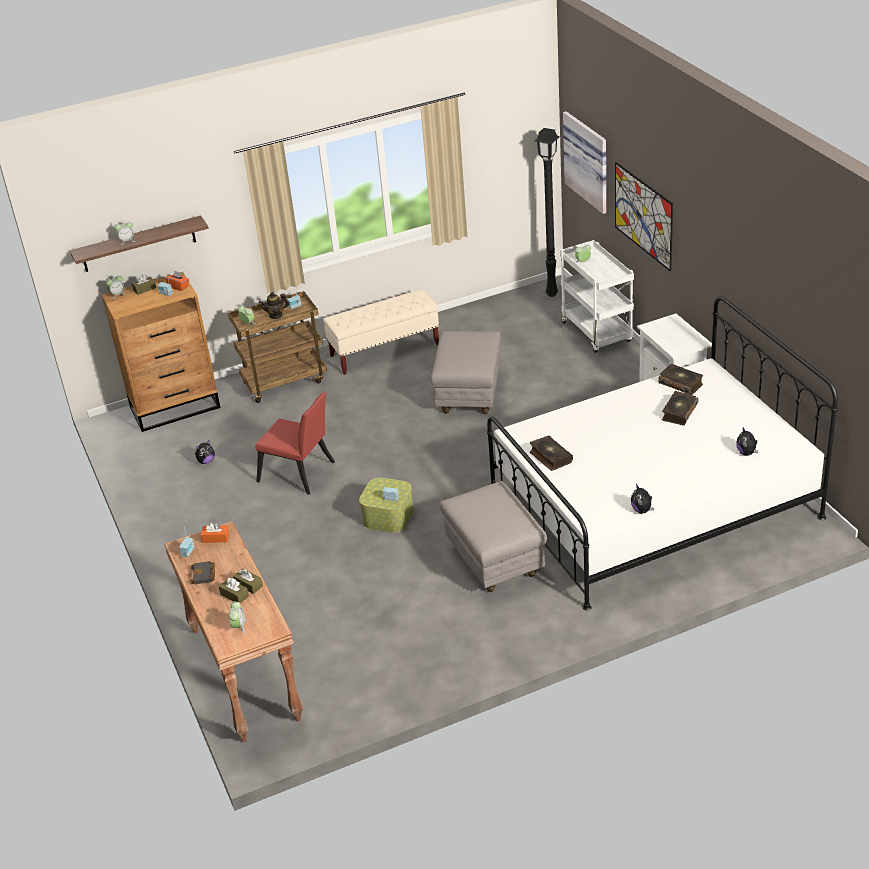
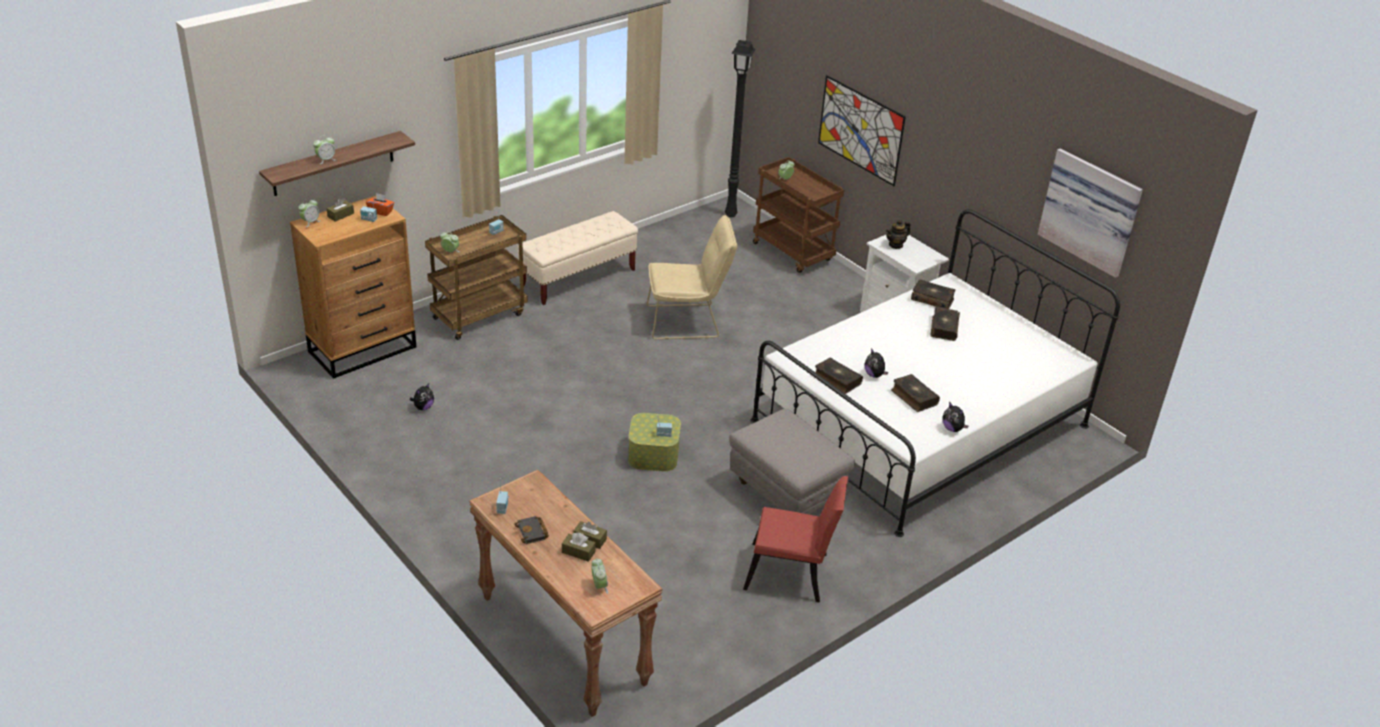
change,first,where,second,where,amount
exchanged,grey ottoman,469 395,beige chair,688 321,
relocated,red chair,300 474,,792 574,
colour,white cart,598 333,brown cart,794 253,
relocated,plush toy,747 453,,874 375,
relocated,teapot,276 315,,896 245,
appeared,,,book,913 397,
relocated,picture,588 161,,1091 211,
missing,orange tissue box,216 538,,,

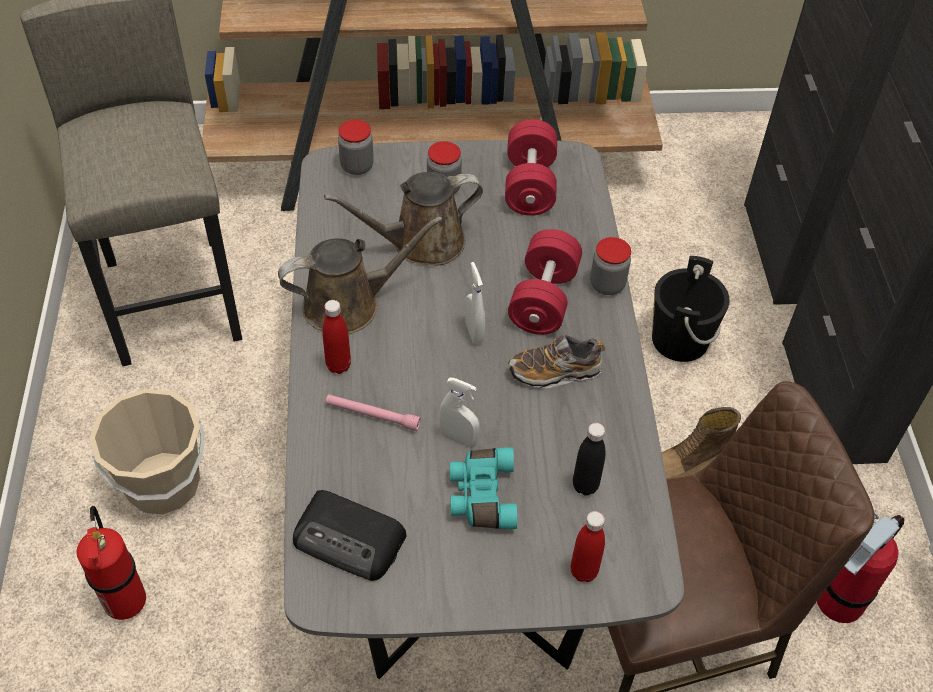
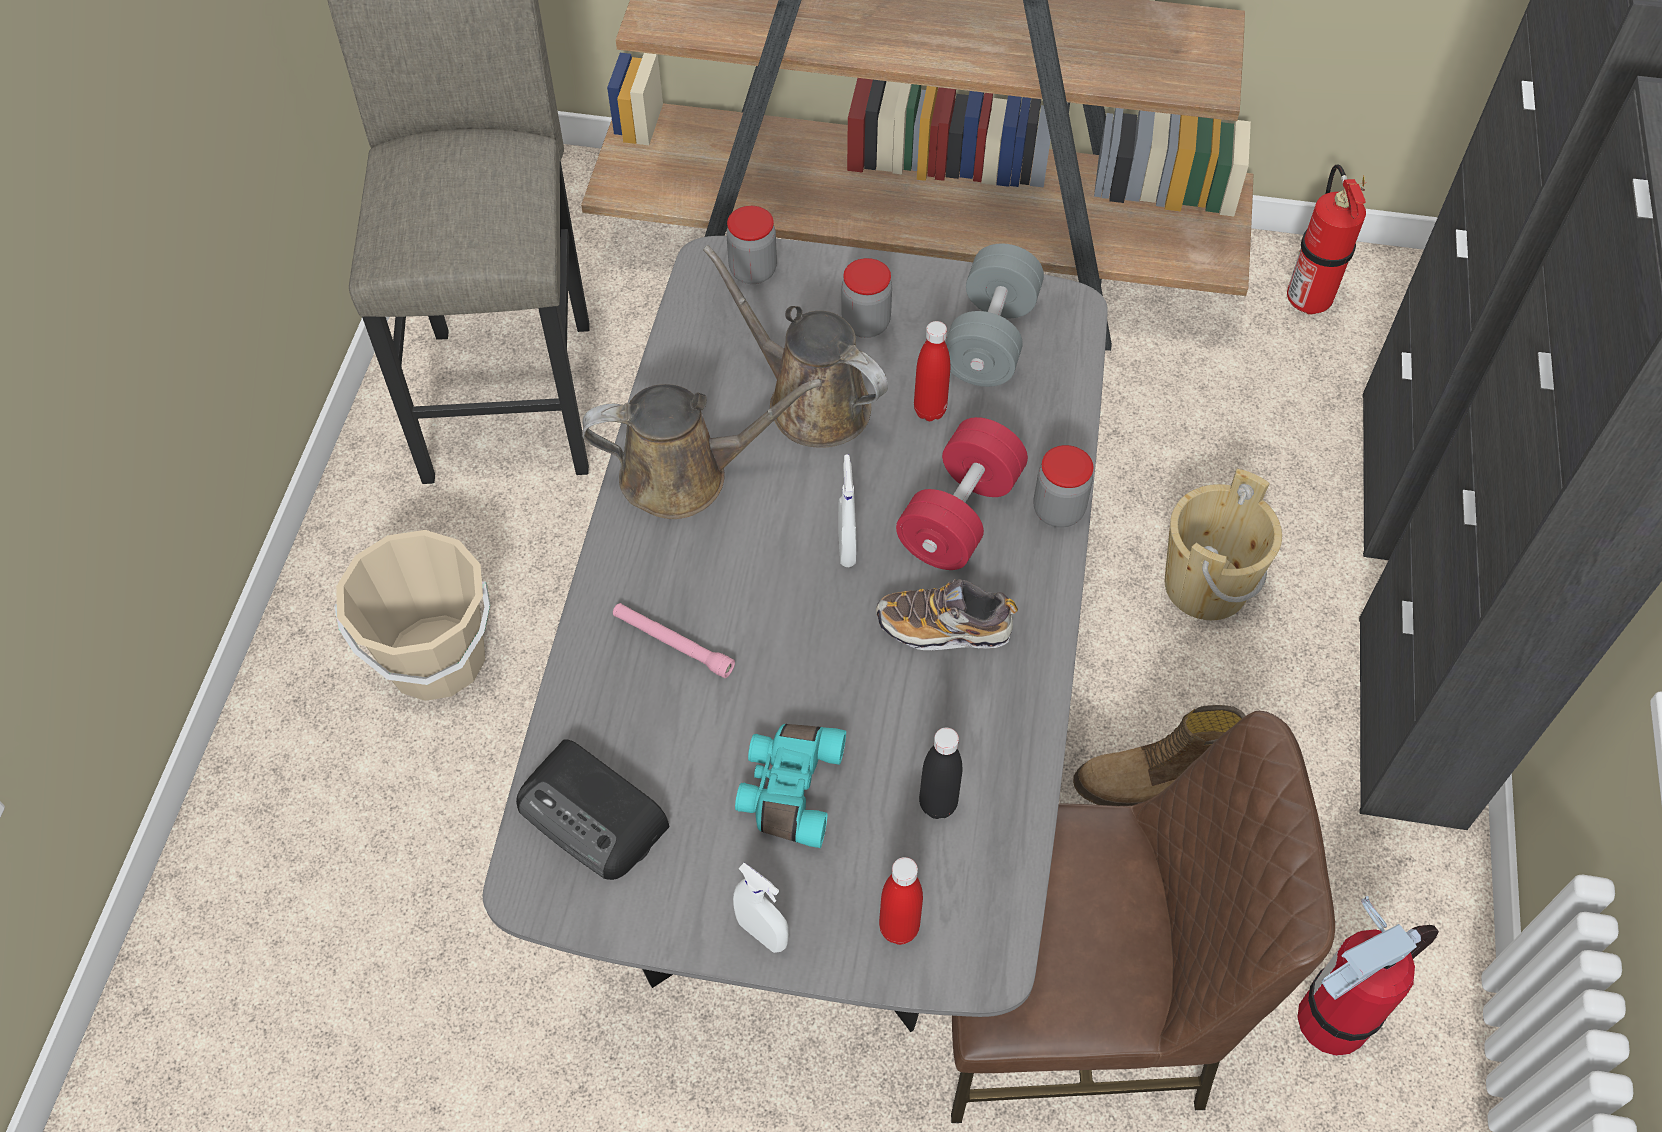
change,first,where,second,where,amount
spun,brown watering can,421 243,,810 401,45 degrees clockwise
relocated,white spray bottle,458 438,,762 933,
relocated,red bottle,338 365,,930 410,
colour,red dumbbell,530 185,grey dumbbell,990 339,
colour,black bucket,680 339,beige bucket,1206 585,
relocated,fire extinguisher,126 599,,1306 298,

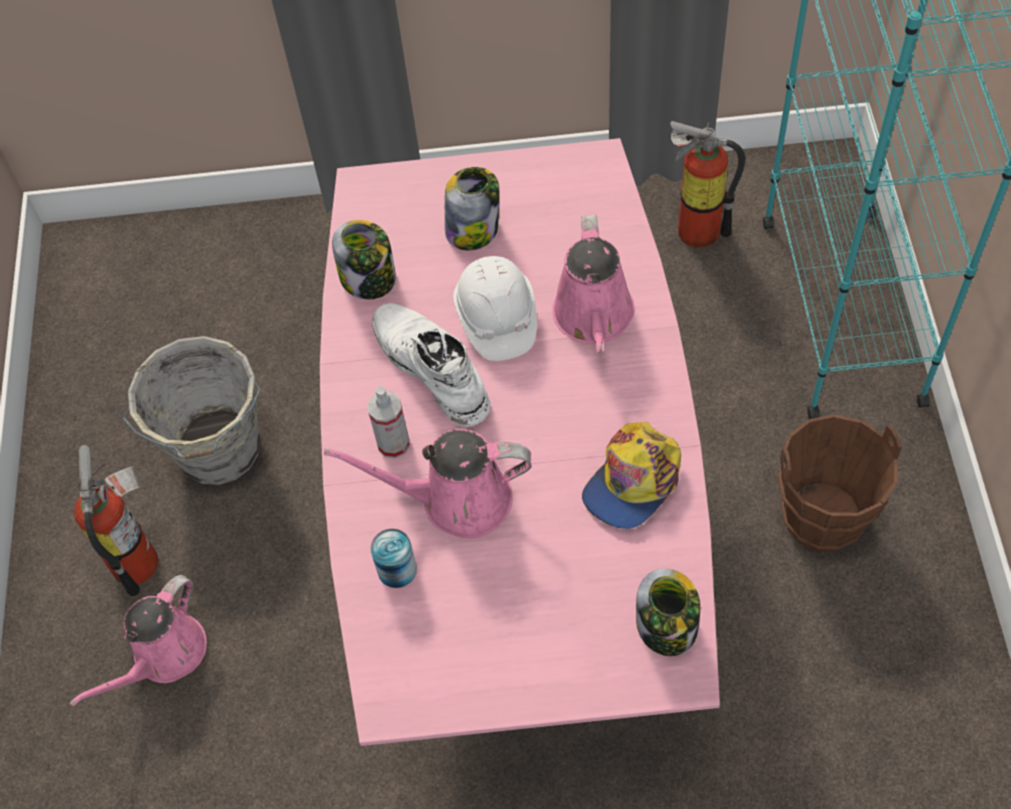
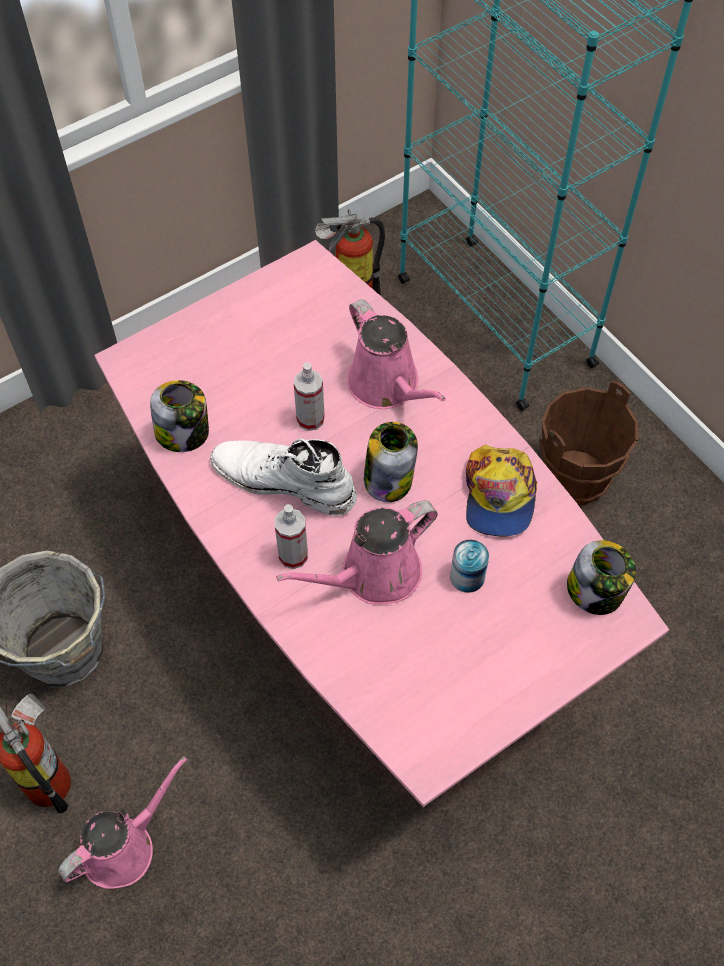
change,first,where,second,where,amount
spun,pink watering can,164 655,,124 846,135 degrees counterclockwise
exchanged,white hard hat,496 318,spray bottle,310 419,
relocated,jar,473 229,,388 479,
relocated,can,397 569,,467 576,

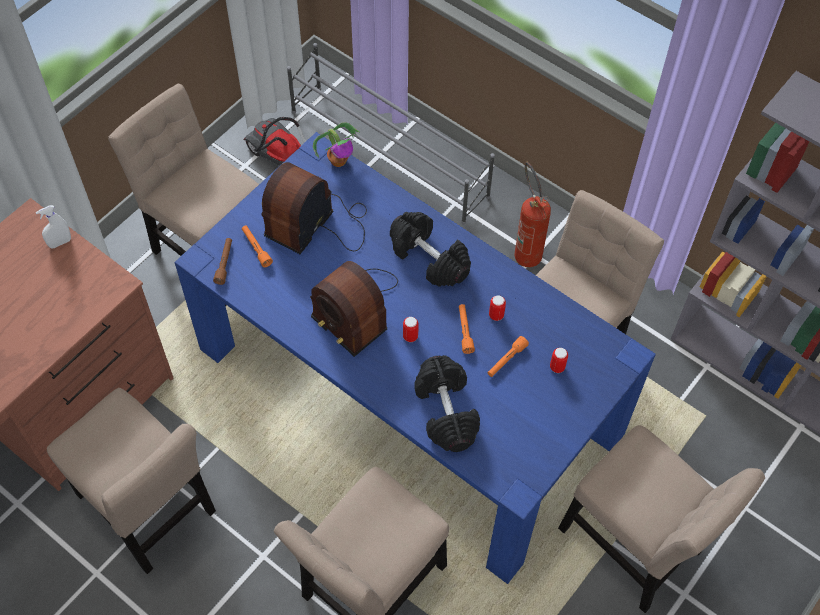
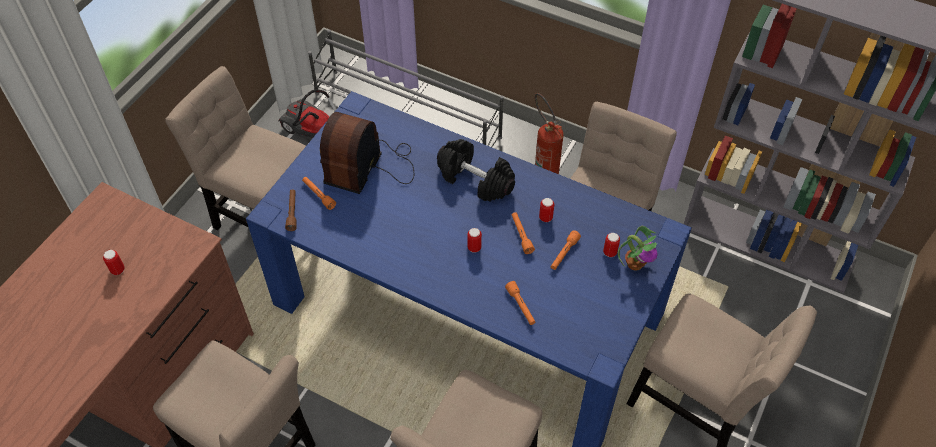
change,first,where,second,where,amount
appeared,,,can,117 270,
exchanged,black dumbbell,445 411,orange flashlight,521 306,
relocated,potted plant,338 160,,635 263,
missing,white spray bottle,60 243,,,
missing,radio,353 307,,,

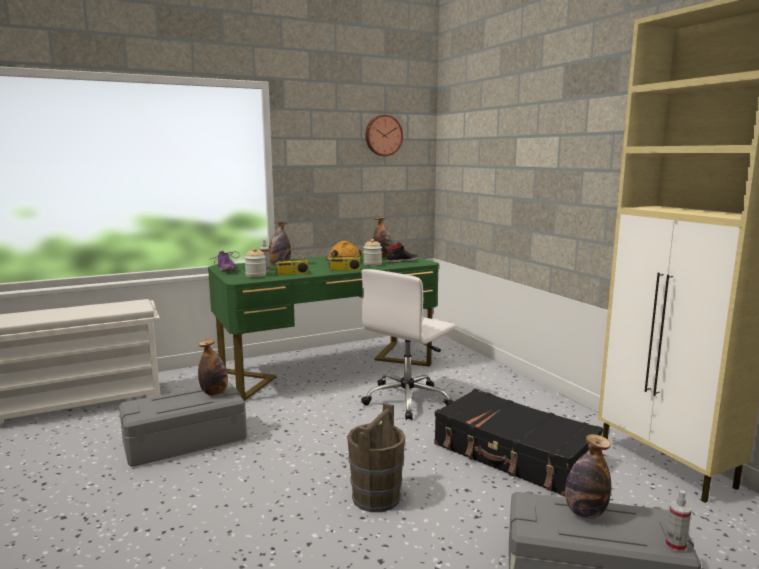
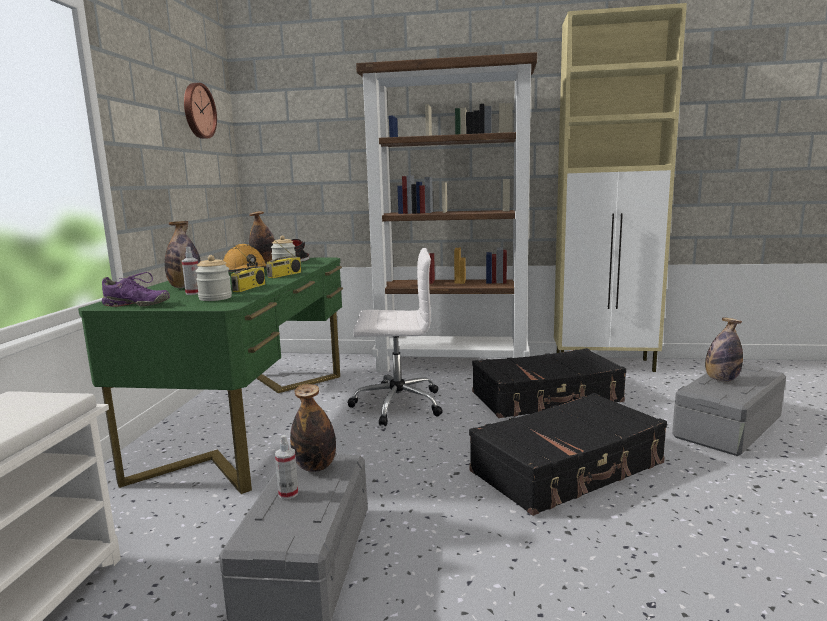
change,first,where,second,where,amount
relocated,spray bottle,675 545,,288 494,
spun,white office chair,408 400,,396 404,75 degrees counterclockwise
appeared,,,brown bookcase,453 365,
exchanged,brown bucket,376 497,black suitcase,568 468,

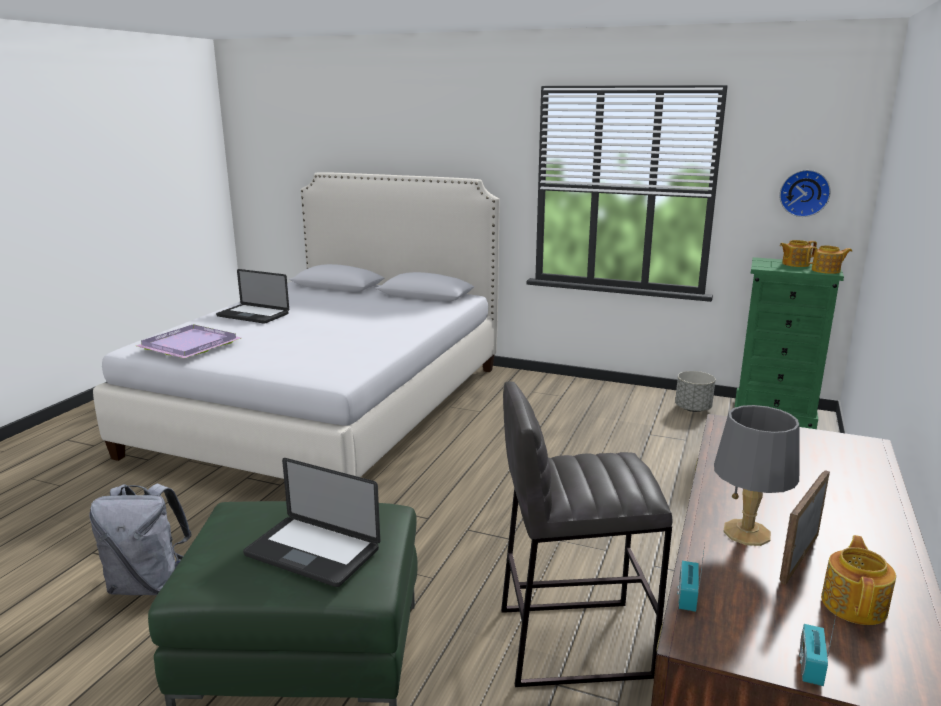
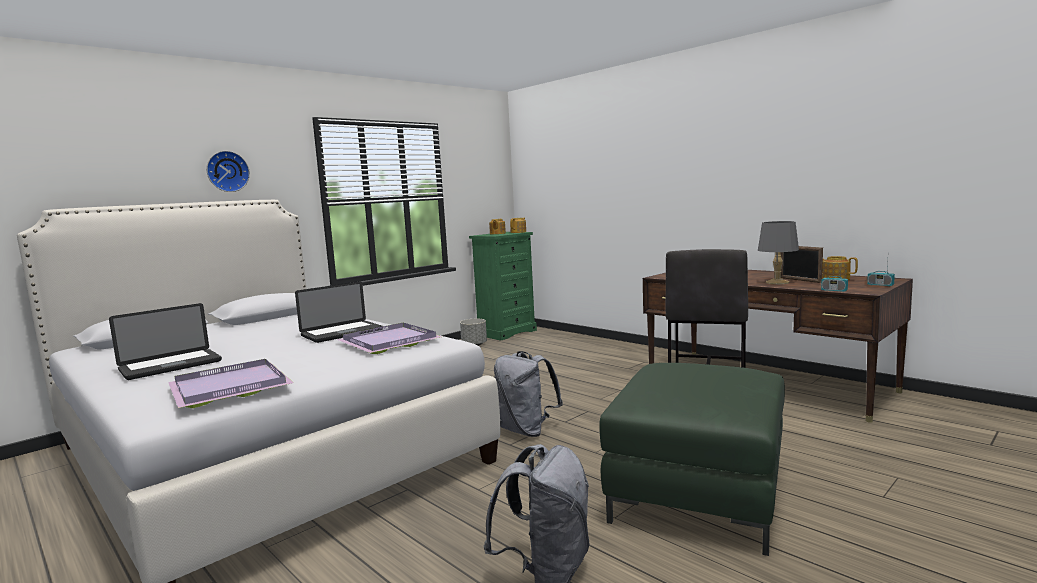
change,first,where,second,where,amount
relocated,wall clock,804 193,,227 171,
relocated,laptop,312 552,,342 333,
appeared,,,purple tray,389 342,
appeared,,,grey backpack,526 430,

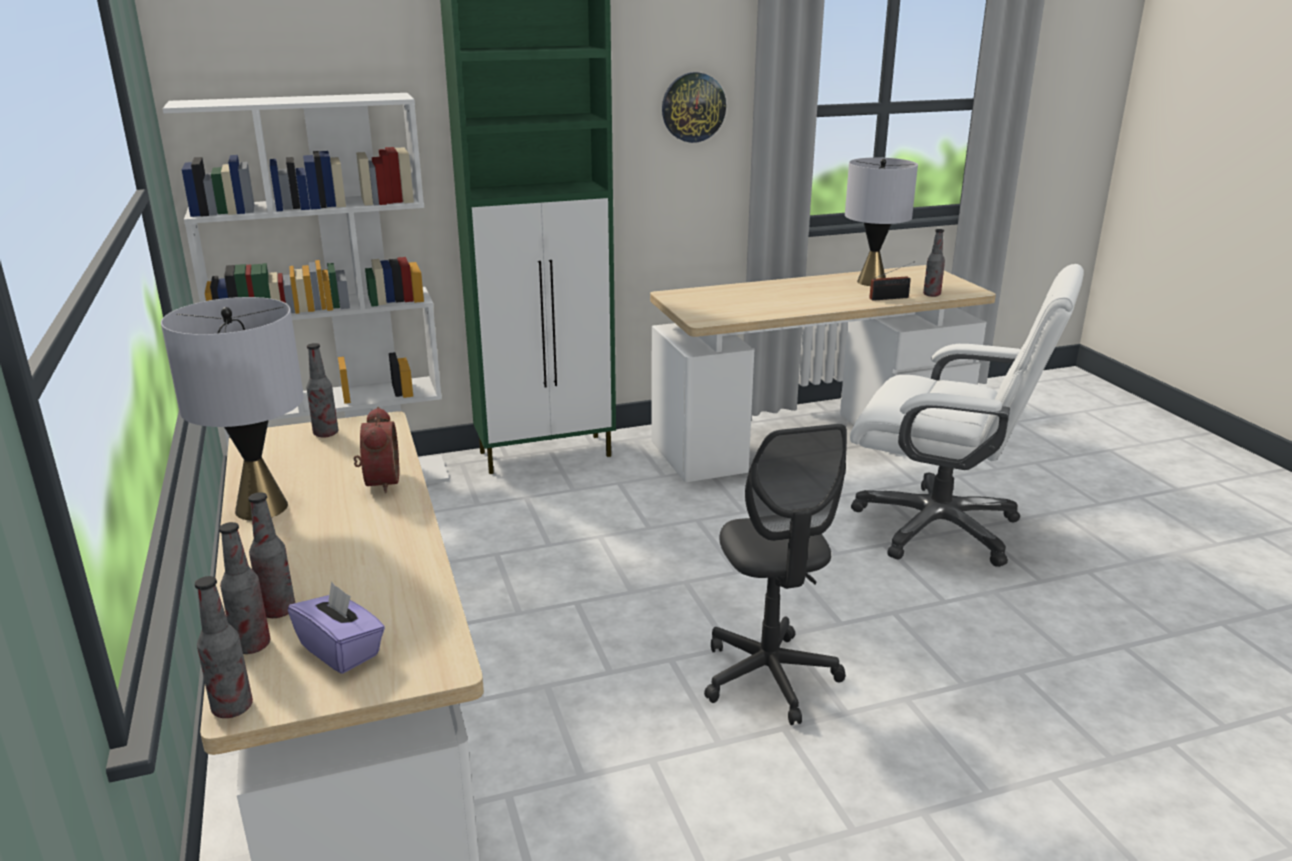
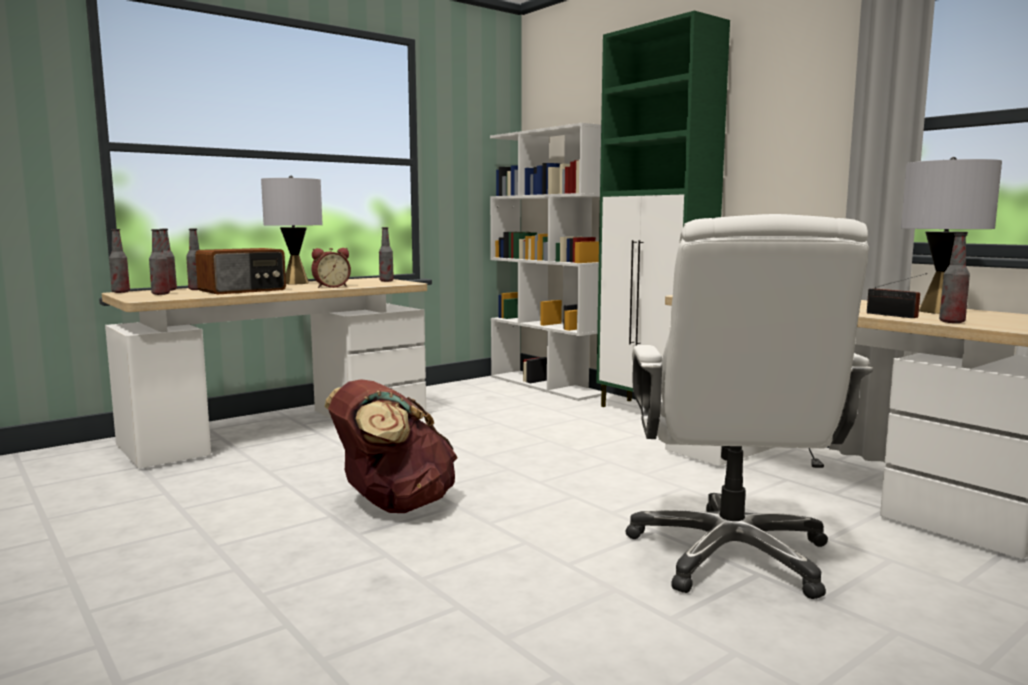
change,first,where,second,where,amount
exchanged,purple tissue box,341 650,bottle,160 294,
appeared,,,radio,243 290,
exchanged,grey office chair,769 677,brown backpack,393 505,
missing,wall clock,693 107,,,

